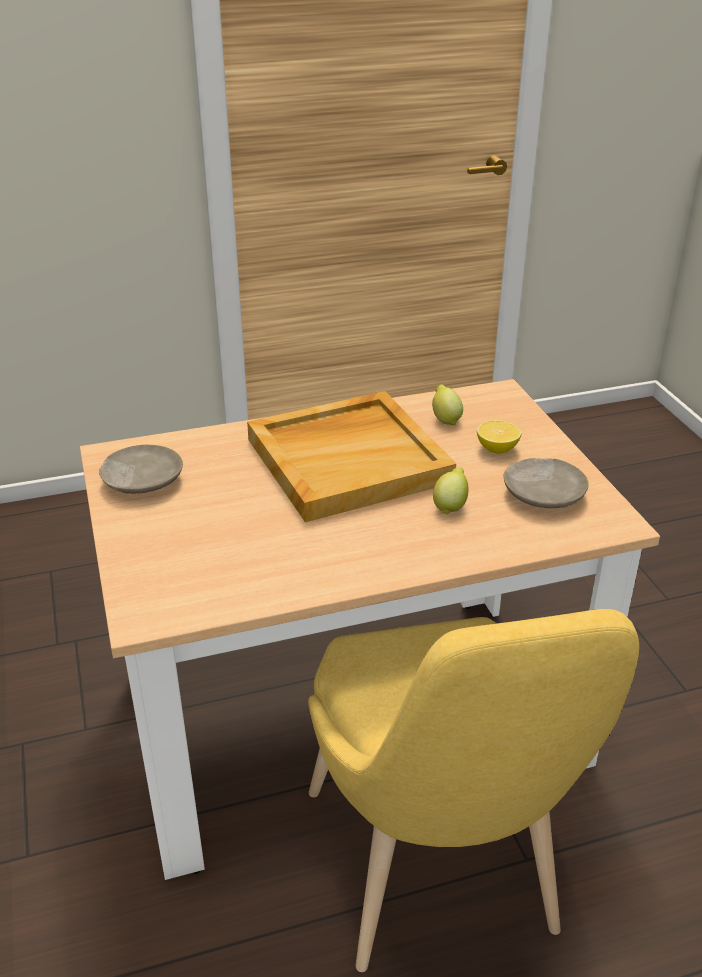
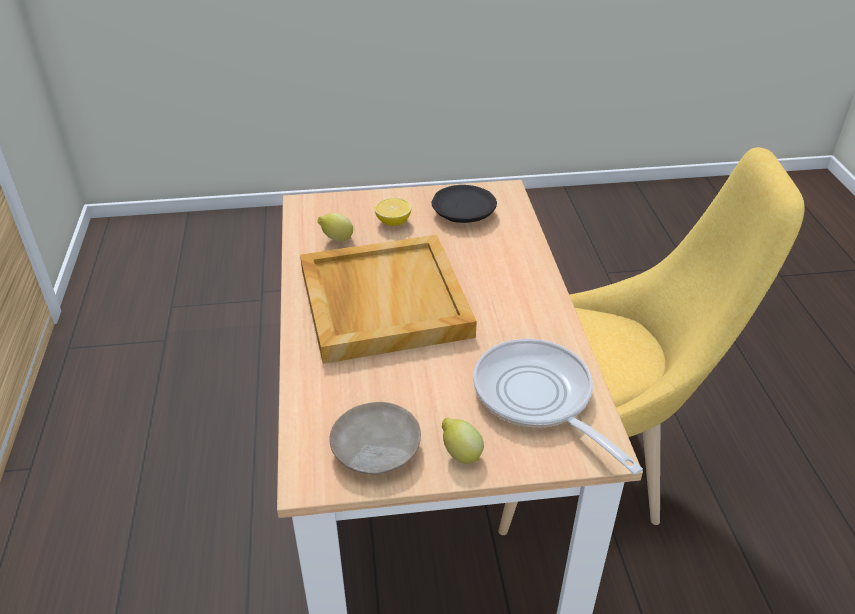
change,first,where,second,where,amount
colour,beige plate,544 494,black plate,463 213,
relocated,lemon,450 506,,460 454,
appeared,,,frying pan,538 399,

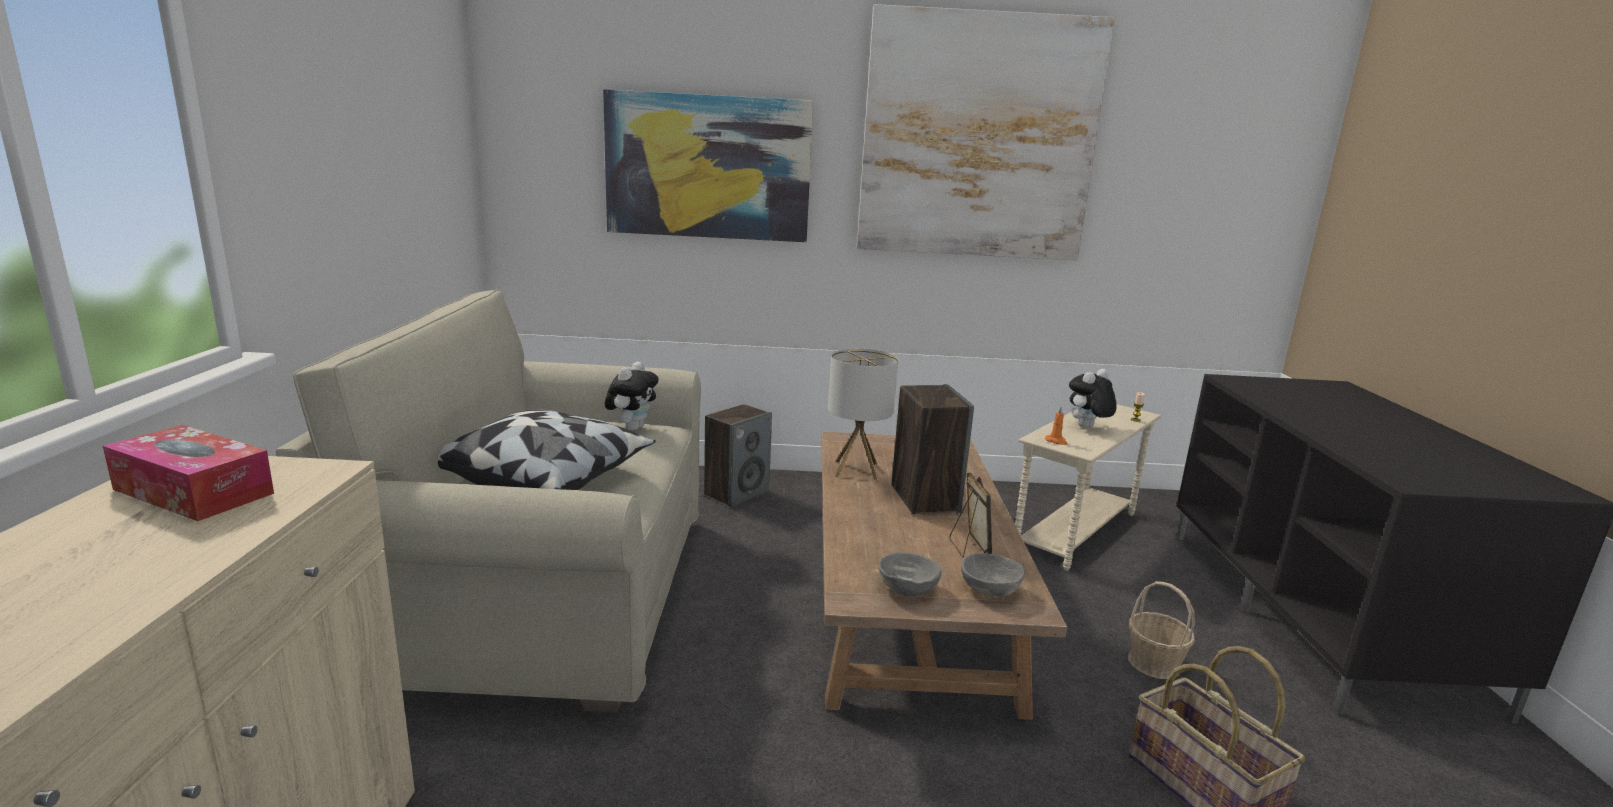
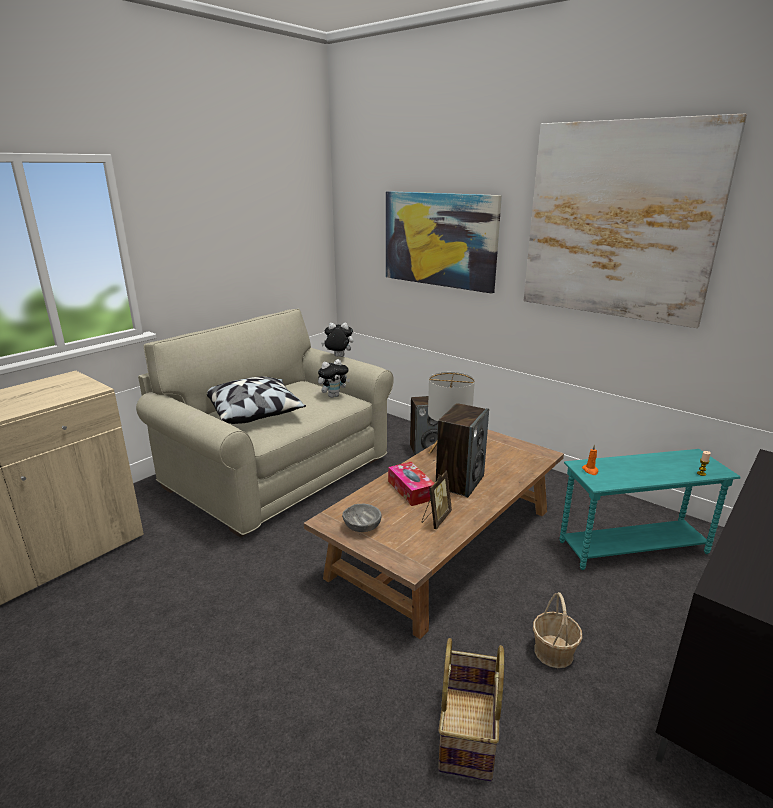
change,first,where,second,where,amount
relocated,plush toy,1087 427,,338 357,
relocated,tissue box,194 491,,411 490,
colour,beige side table,1076 532,turquoise side table,633 548,
missing,grey bowl,989 590,,,

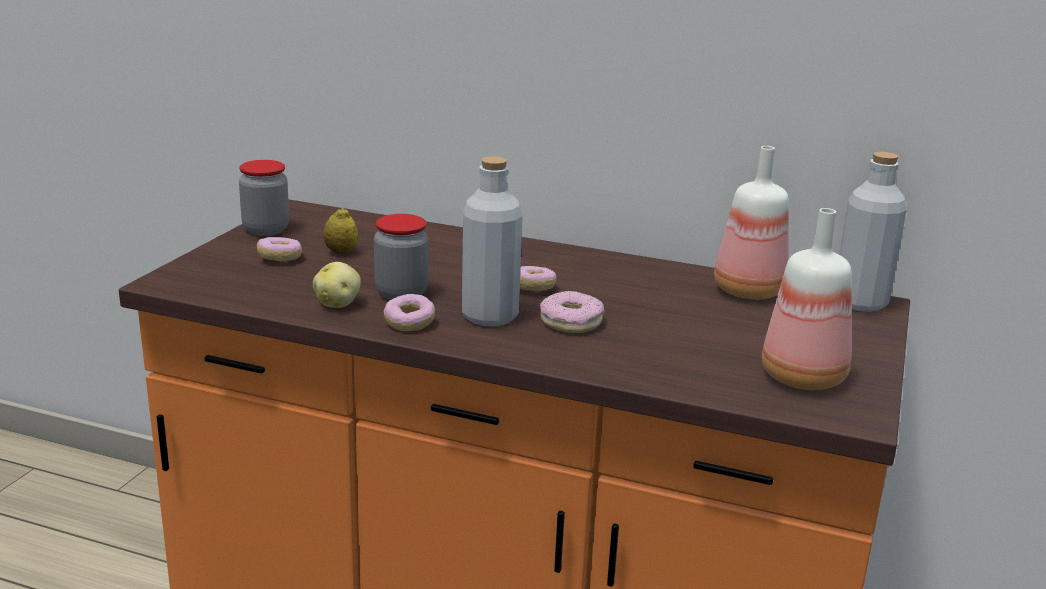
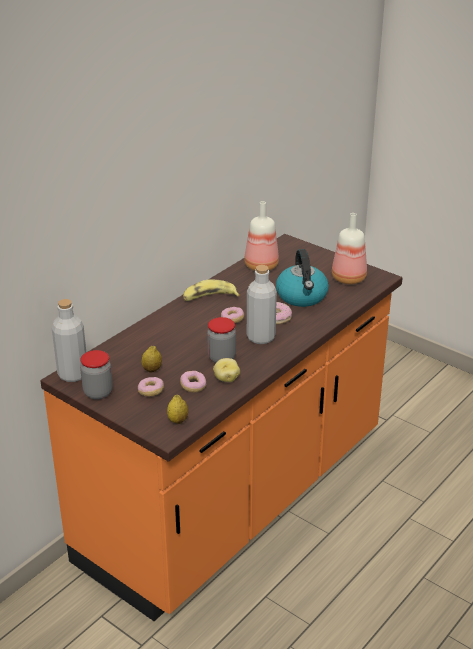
change,first,where,second,where,amount
relocated,grey bottle,860 302,,73 374,
appeared,,,lemon,178 420,
relocated,donut,409 323,,193 386,
appeared,,,banana,209 298,
appeared,,,kettle,302 296,

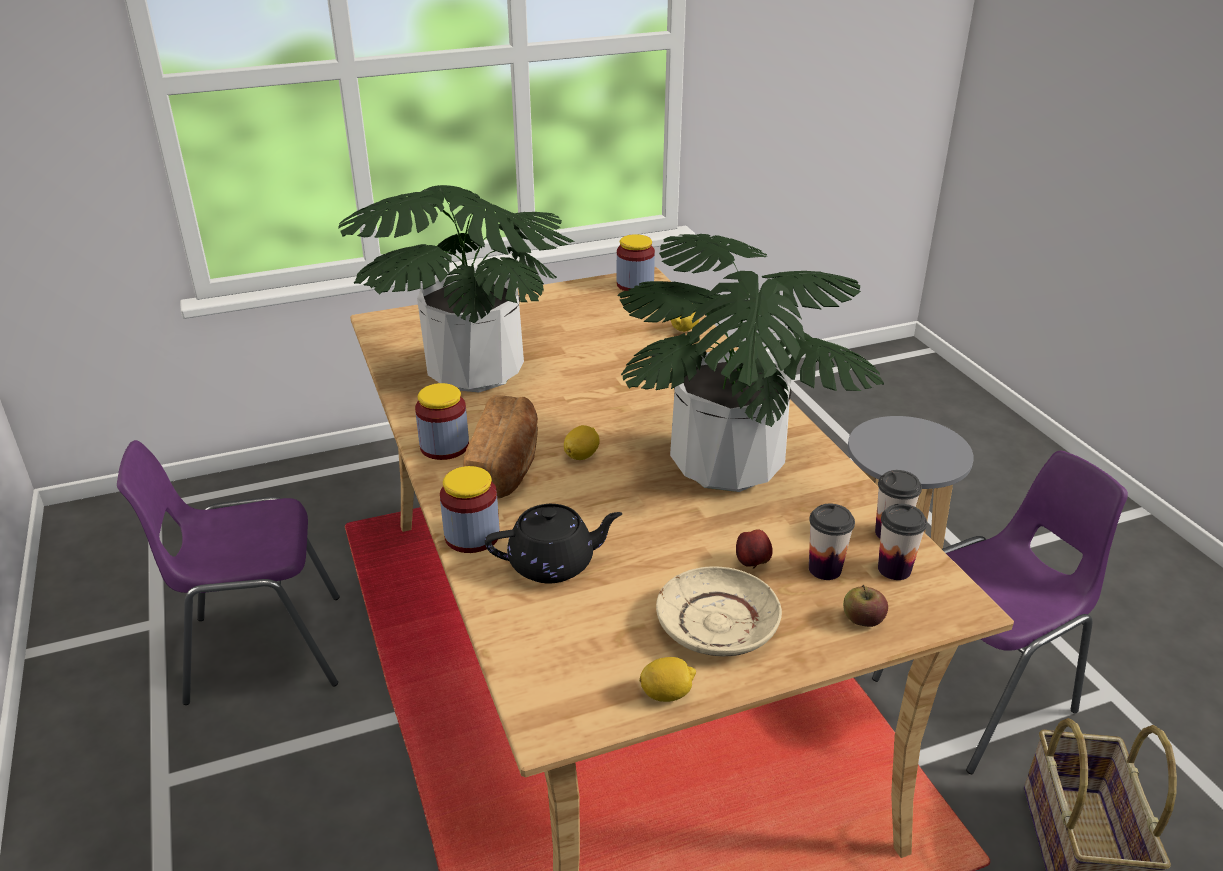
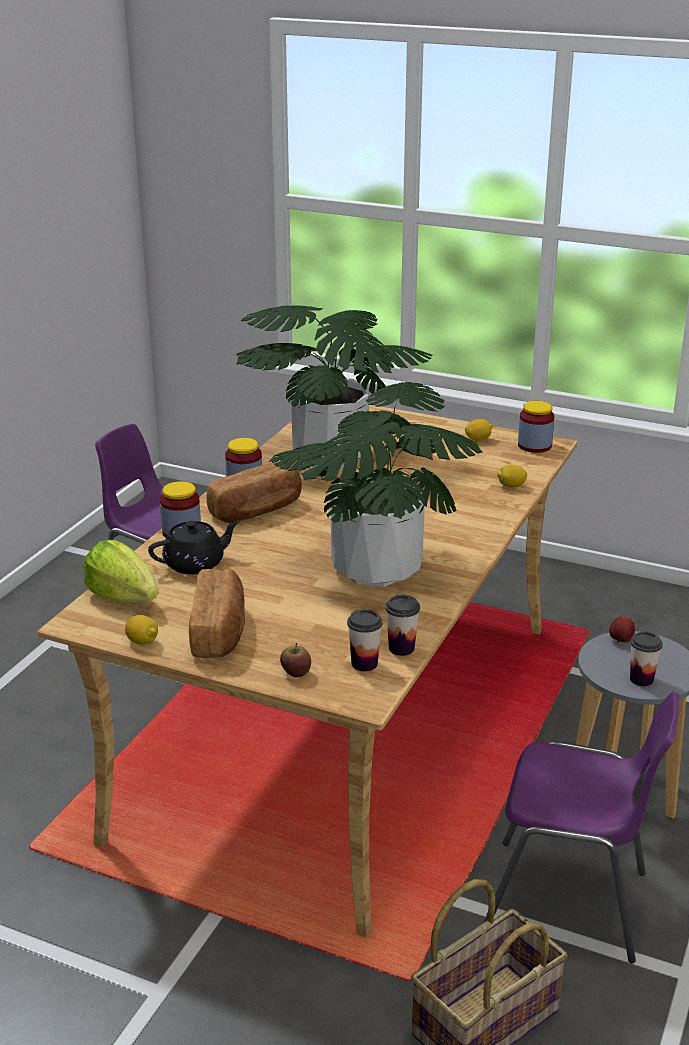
change,first,where,second,where,amount
appeared,,,lettuce,123 597,
spun,black teapot,554 563,,195 564,60 degrees counterclockwise
exchanged,beige plate,717 625,bread,219 631,
relocated,lemon,581 455,,478 439,
relocated,apple,752 563,,621 640,
relocated,cup,825 569,,641 679,

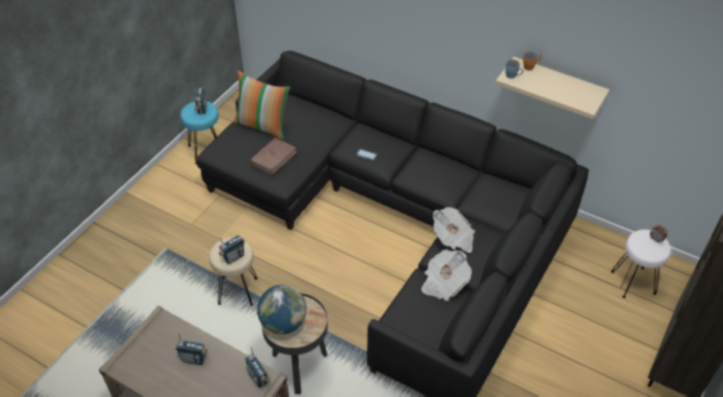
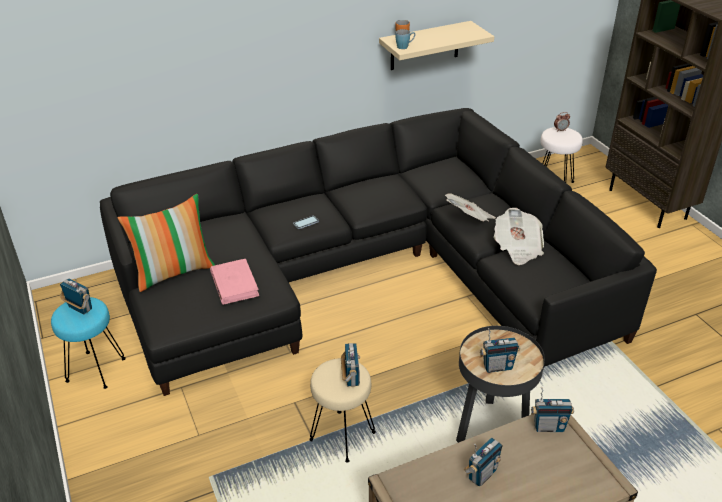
change,first,where,second,where,amount
colour,brown book,273 158,pink book,234 284,
exchanged,globe,283 323,radio,497 366,

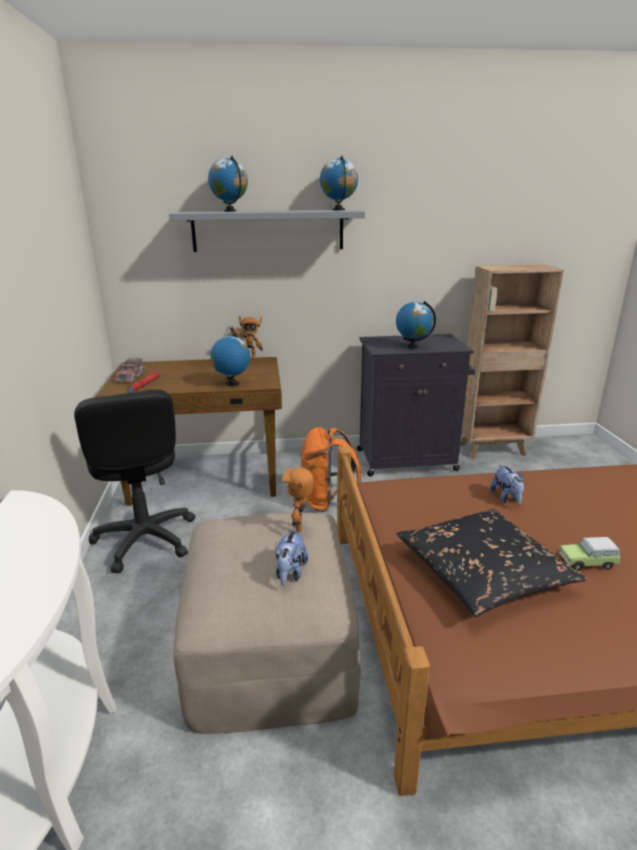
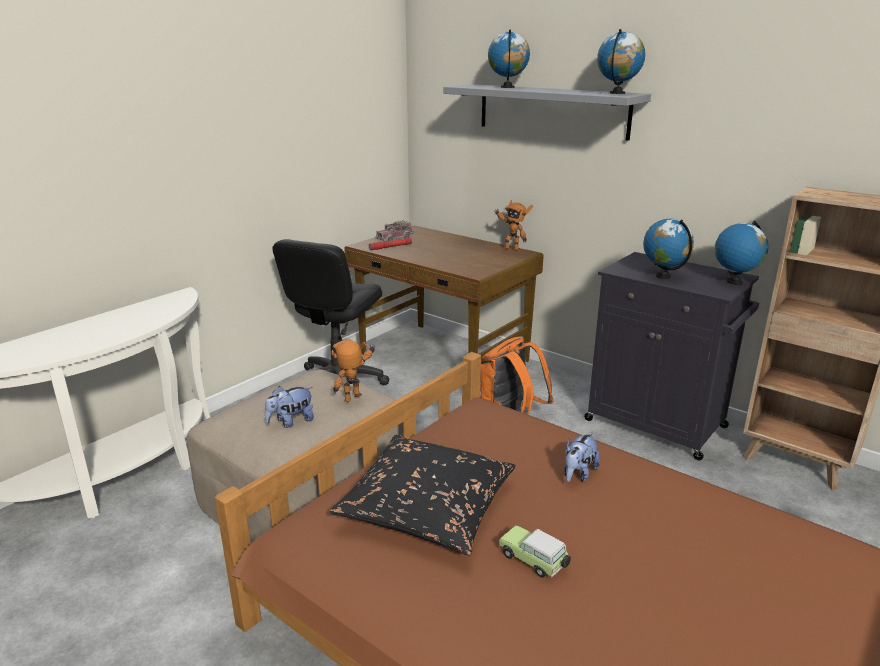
change,first,where,second,where,amount
relocated,globe,232 384,,734 282,

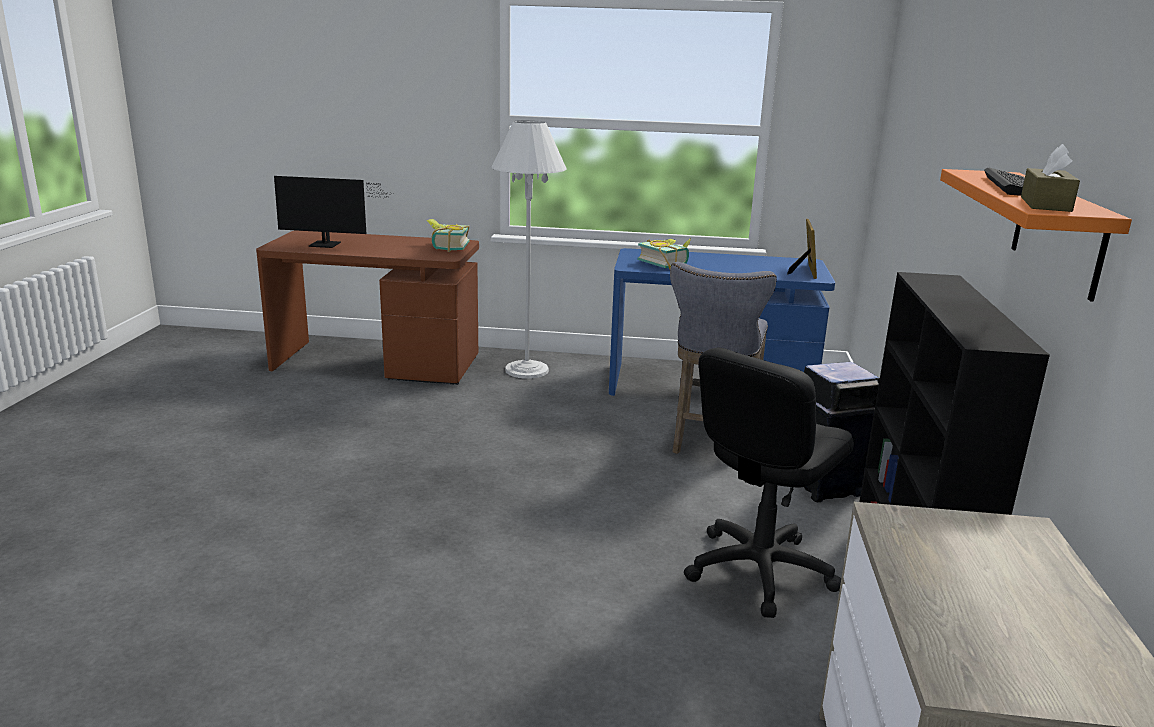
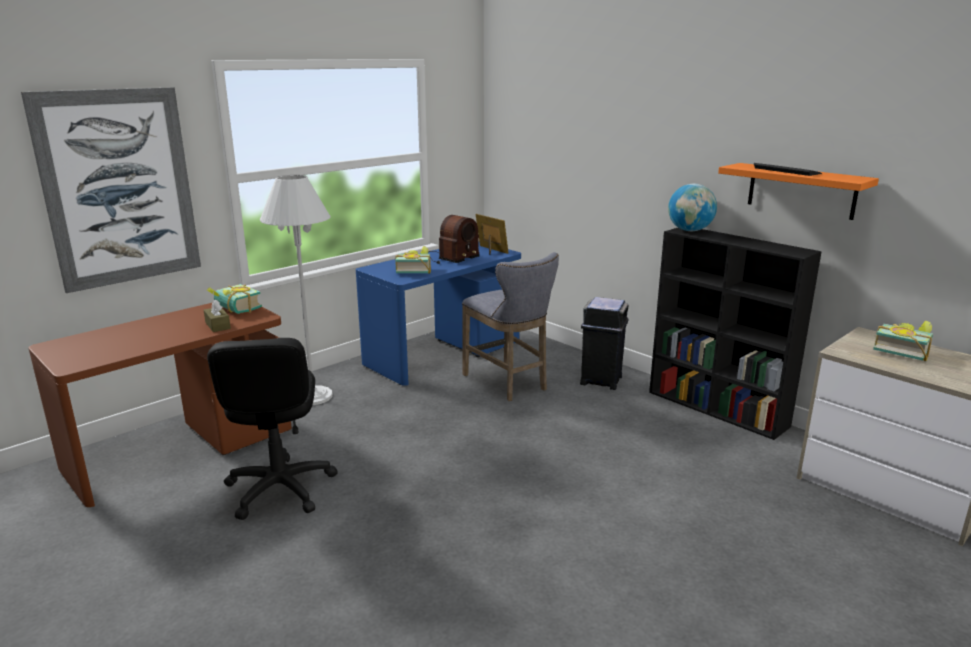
change,first,where,second,where,amount
appeared,,,picture,120 188,
relocated,brown tissue box,1045 204,,217 325,
relocated,black office chair,758 570,,279 489,
appeared,,,radio,448 258,
appeared,,,globe,690 230,
appeared,,,book,902 351,
missing,monitor,328 245,,,

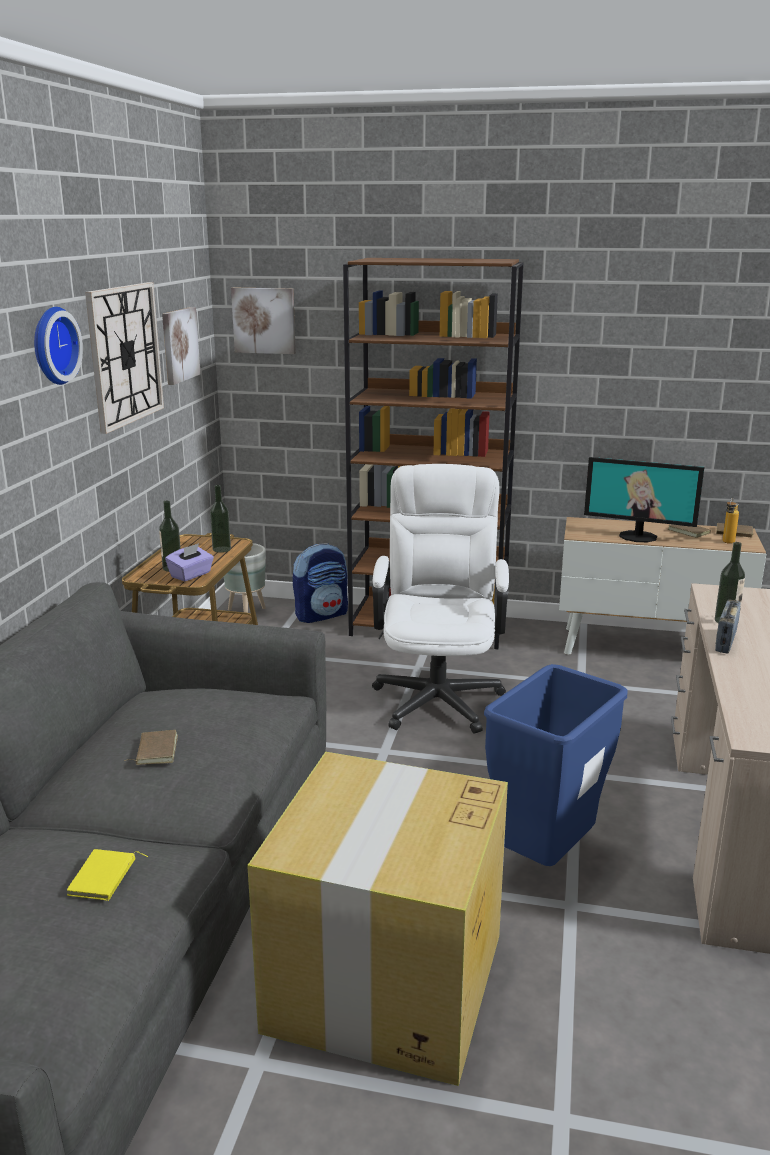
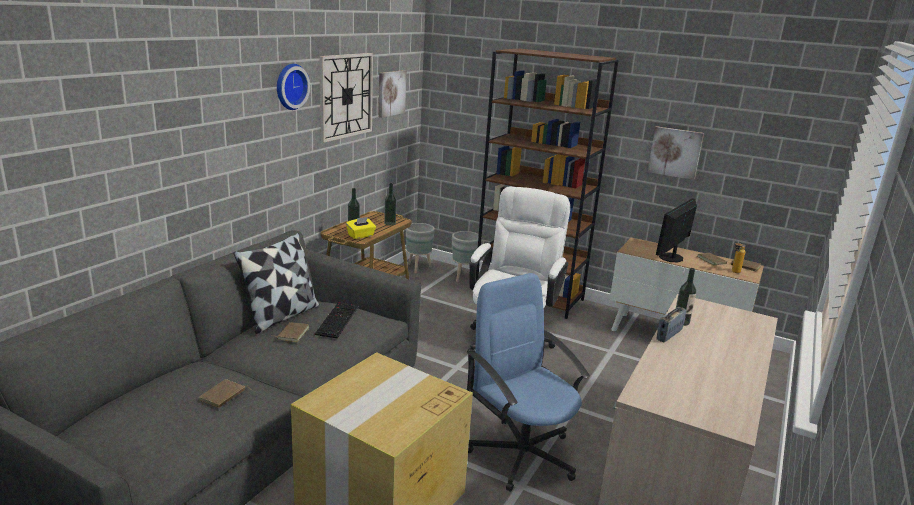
change,first,where,second,where,amount
colour,yellow book,104 878,brown book,223 396,
appeared,,,pillow,281 316,
appeared,,,keyboard,336 320,
colour,purple tissue box,191 575,yellow tissue box,361 236,
exchanged,backpack,322 615,grey planter,464 277,
exchanged,blue trash can,546 857,blue office chair,522 453,
relocated,picture,264 320,,675 152,
spun,monitor,638 536,,671 258,90 degrees clockwise

